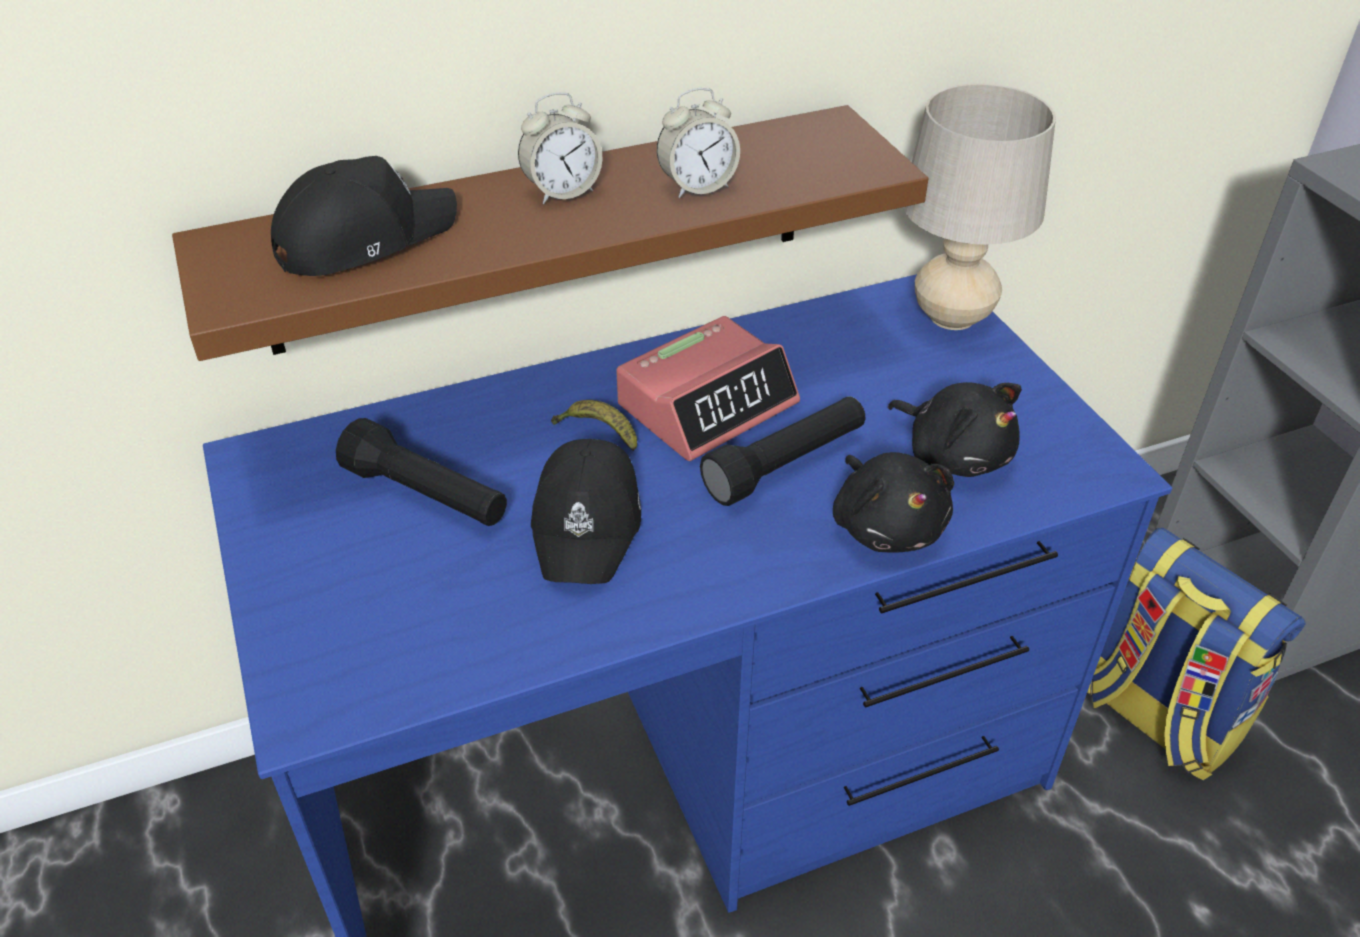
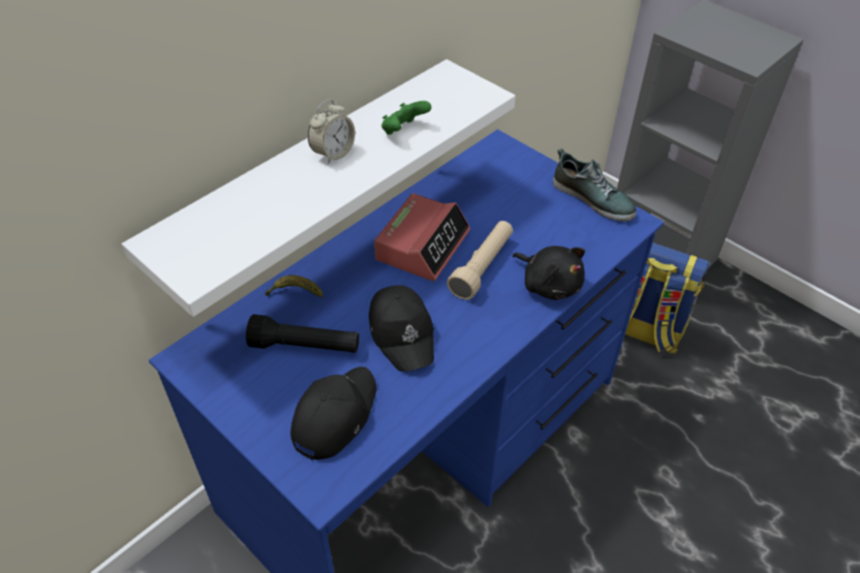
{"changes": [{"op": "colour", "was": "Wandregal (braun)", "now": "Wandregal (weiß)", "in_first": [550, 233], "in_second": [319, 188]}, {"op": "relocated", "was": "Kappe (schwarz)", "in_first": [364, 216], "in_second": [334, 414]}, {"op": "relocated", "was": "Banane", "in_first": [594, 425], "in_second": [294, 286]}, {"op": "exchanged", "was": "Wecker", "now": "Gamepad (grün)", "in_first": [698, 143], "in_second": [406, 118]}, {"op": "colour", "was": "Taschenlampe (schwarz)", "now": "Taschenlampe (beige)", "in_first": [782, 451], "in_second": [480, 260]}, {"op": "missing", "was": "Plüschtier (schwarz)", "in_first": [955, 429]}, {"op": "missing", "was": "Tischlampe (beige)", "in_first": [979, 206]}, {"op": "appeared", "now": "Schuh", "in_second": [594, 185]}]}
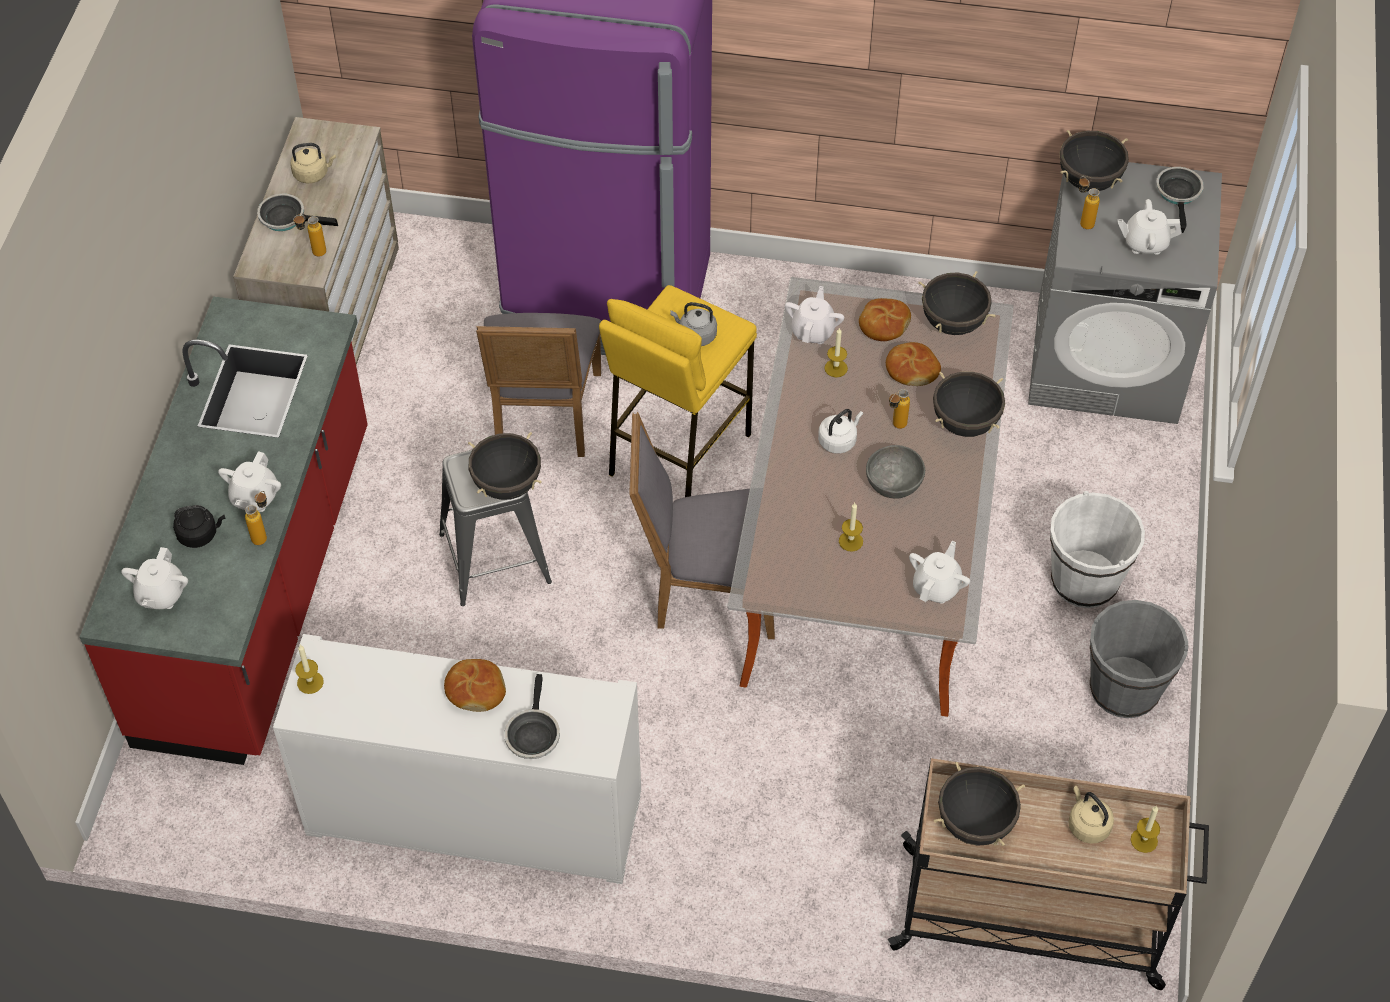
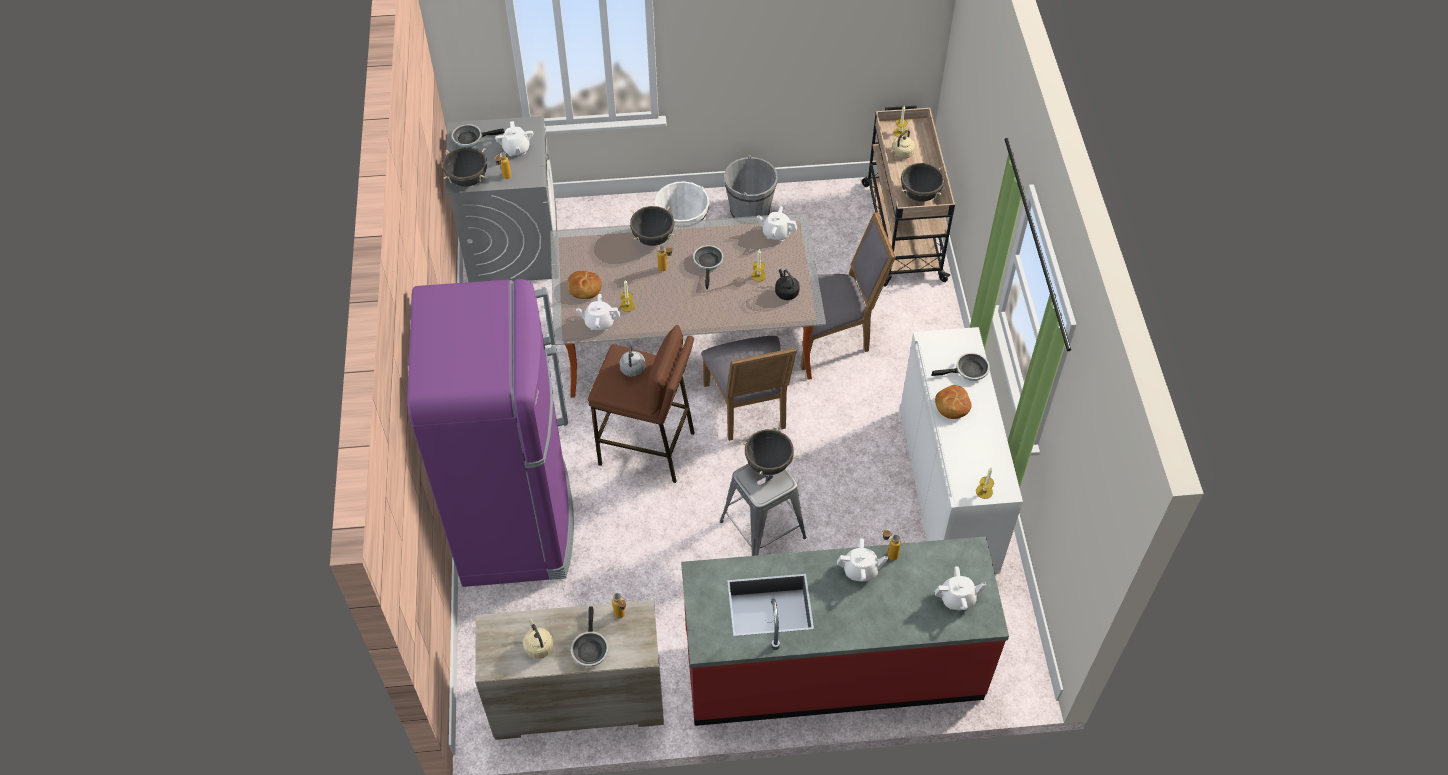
{"changes": [{"op": "relocated", "was": "Wasserkessel (schwarz)", "in_first": [199, 526], "in_second": [787, 284]}, {"op": "relocated", "was": "Stuhl (grau)", "in_first": [538, 385], "in_second": [848, 291]}, {"op": "colour", "was": "Hocker (gelb)", "now": "Hocker (braun)", "in_first": [678, 391], "in_second": [641, 404]}, {"op": "missing", "was": "Wasserkessel (weiß)", "in_first": [840, 431]}, {"op": "exchanged", "was": "Schüssel (grau)", "now": "Pfanne", "in_first": [895, 472], "in_second": [708, 267]}, {"op": "missing", "was": "Brot", "in_first": [913, 364]}, {"op": "missing", "was": "Kochtopf (schwarz)", "in_first": [957, 303]}]}
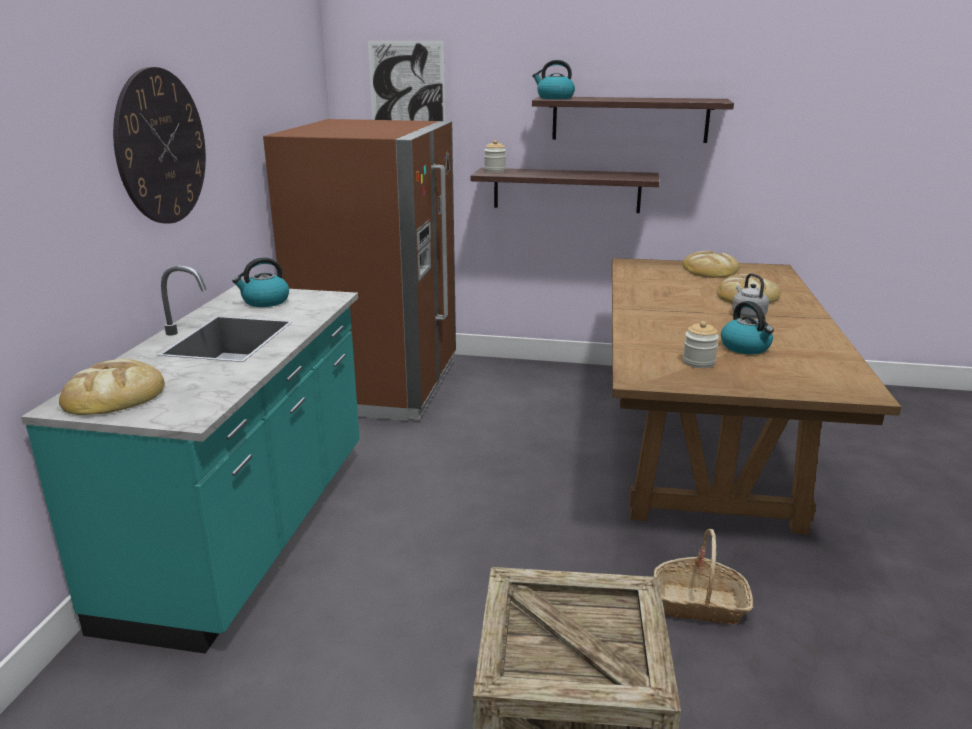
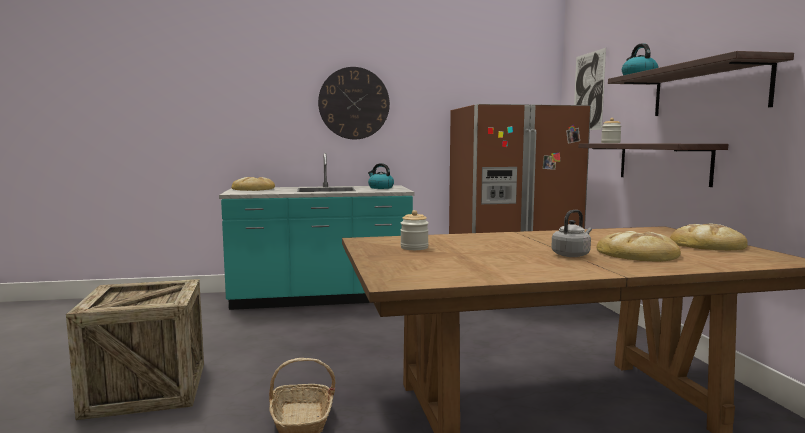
{"changes": [{"op": "missing", "was": "Wasserkessel", "in_first": [747, 327]}]}
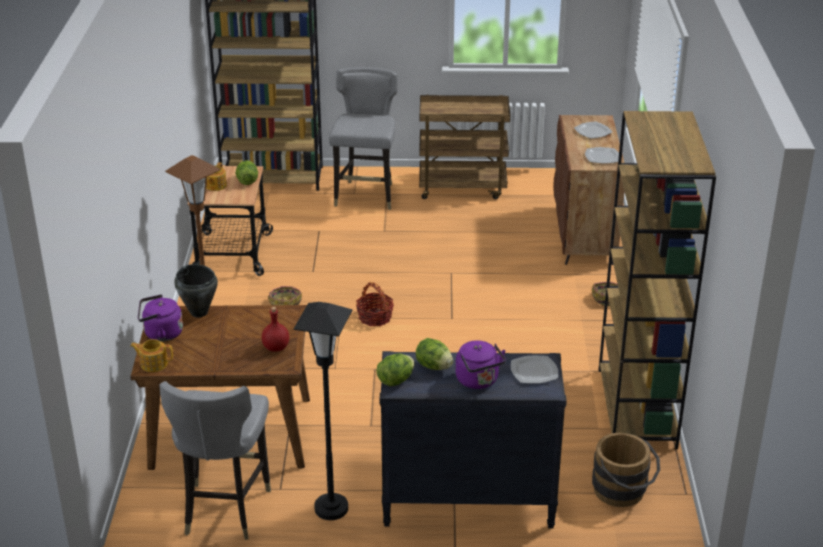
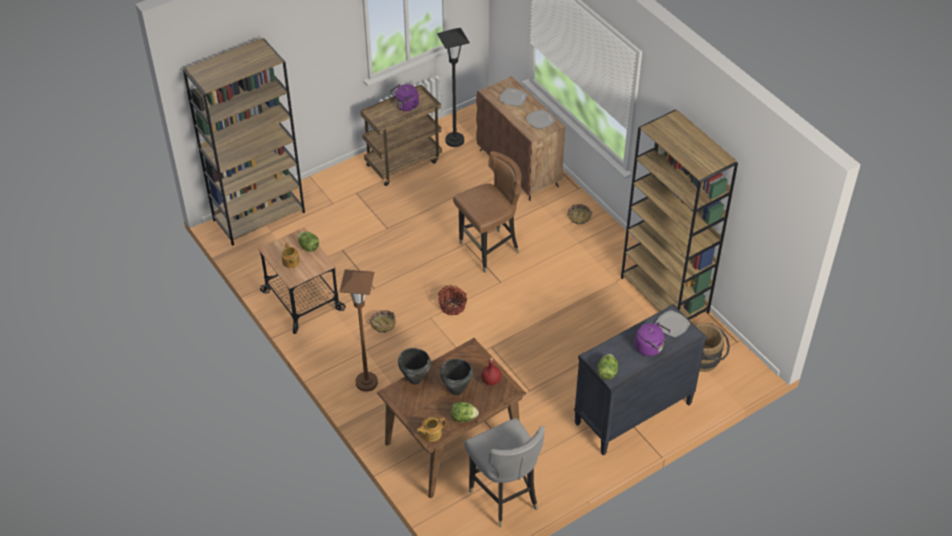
{"changes": [{"op": "relocated", "was": "Wasserkessel (lila)", "in_first": [160, 317], "in_second": [404, 97]}, {"op": "relocated", "was": "Stehlampe (schwarz)", "in_first": [323, 411], "in_second": [453, 87]}, {"op": "missing", "was": "Stuhl (grau)", "in_first": [363, 138]}, {"op": "relocated", "was": "Salatkopf", "in_first": [435, 354], "in_second": [465, 412]}, {"op": "appeared", "now": "Kochtopf (schwarz)", "in_second": [456, 377]}, {"op": "appeared", "now": "Stuhl (braun)", "in_second": [487, 212]}]}
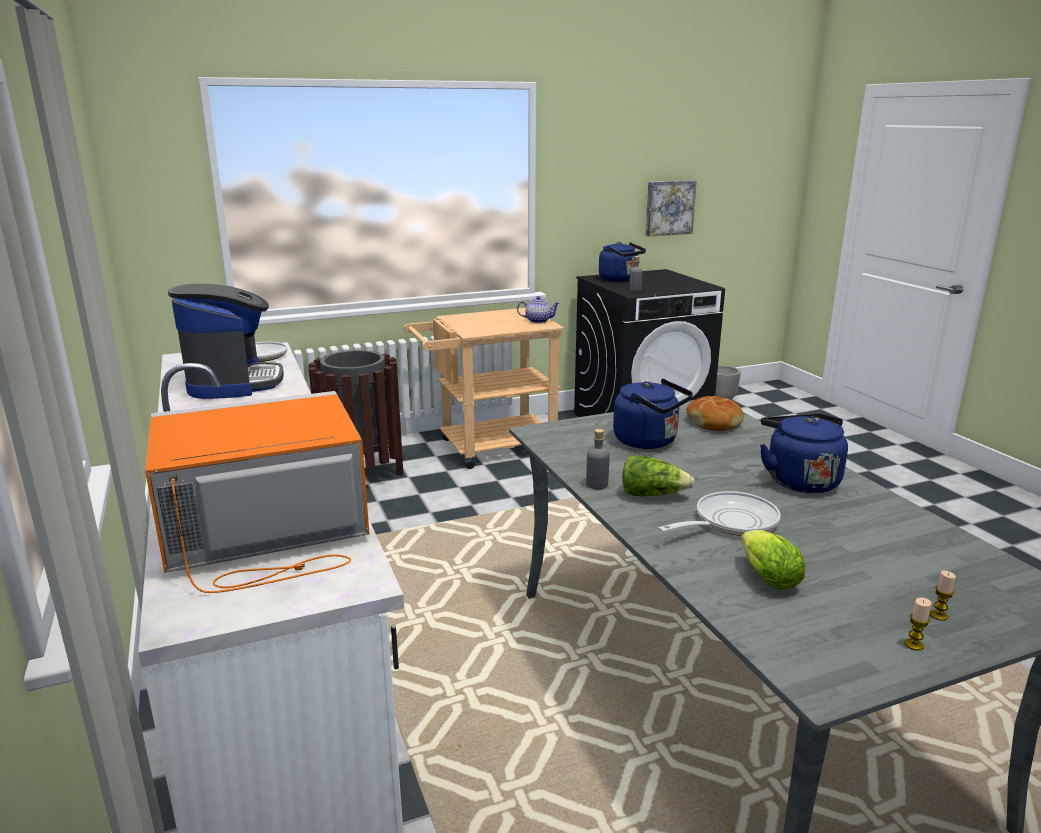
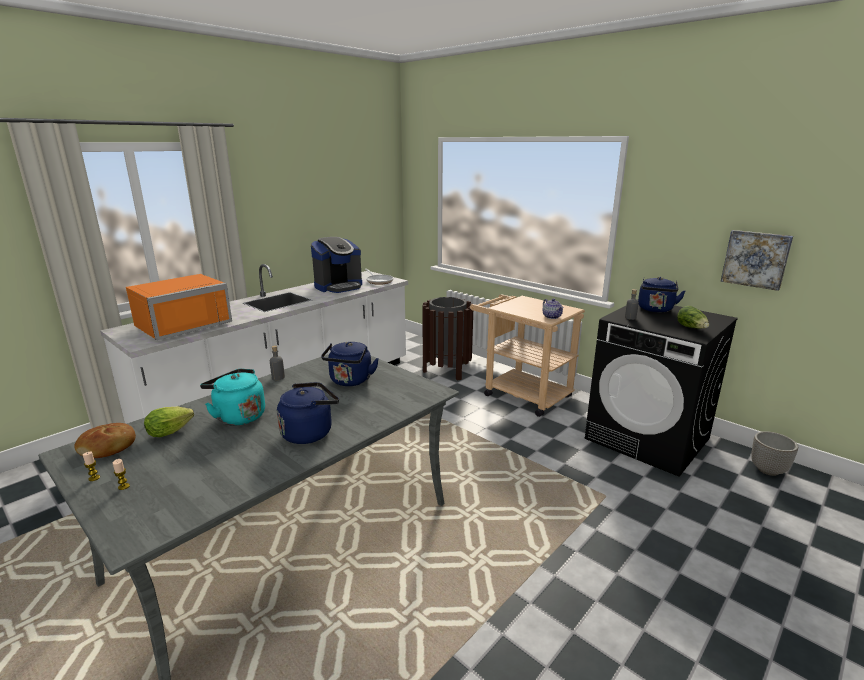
{"changes": [{"op": "spun", "was": "Mikrowelle (orange)", "in_first": [257, 492], "in_second": [179, 307], "clockwise": 90}, {"op": "relocated", "was": "Salatkopf", "in_first": [659, 475], "in_second": [693, 317]}, {"op": "exchanged", "was": "Pfanne", "now": "Wasserkessel (türkis)", "in_first": [719, 513], "in_second": [232, 397]}, {"op": "relocated", "was": "Brot", "in_first": [715, 413], "in_second": [105, 440]}]}
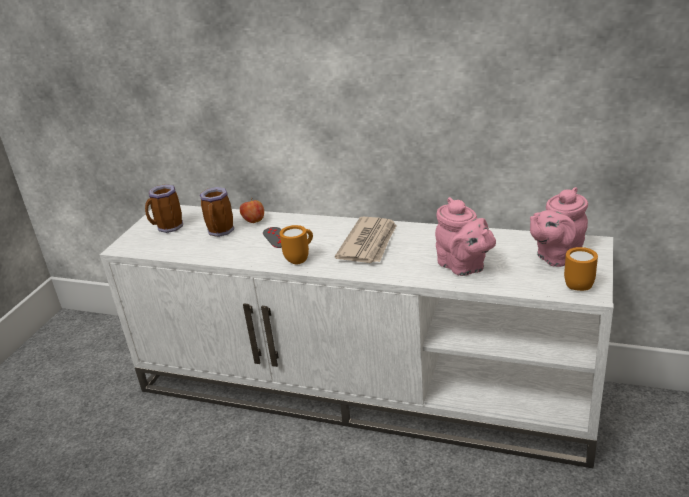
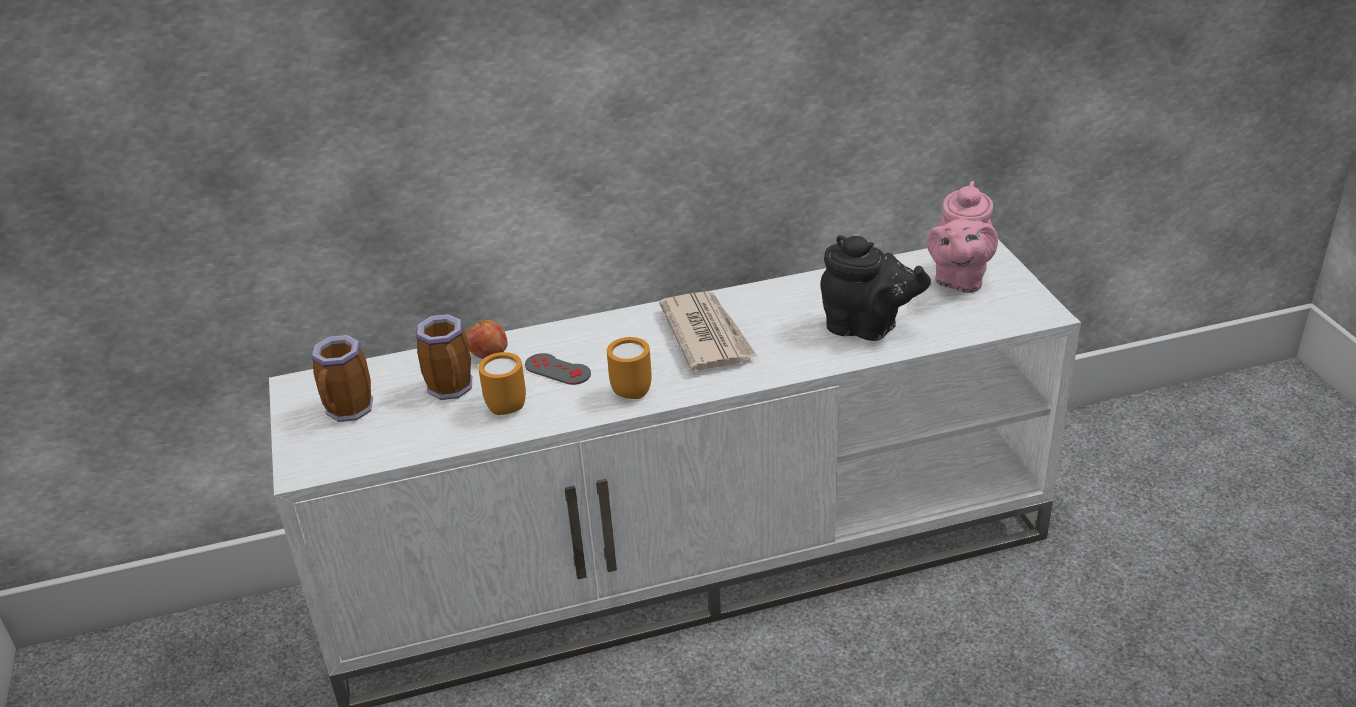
{"changes": [{"op": "colour", "was": "Teekanne (rosa)", "now": "Teekanne (schwarz)", "in_first": [465, 236], "in_second": [875, 288]}, {"op": "relocated", "was": "Henkelbecher (orange)", "in_first": [581, 269], "in_second": [502, 383]}]}
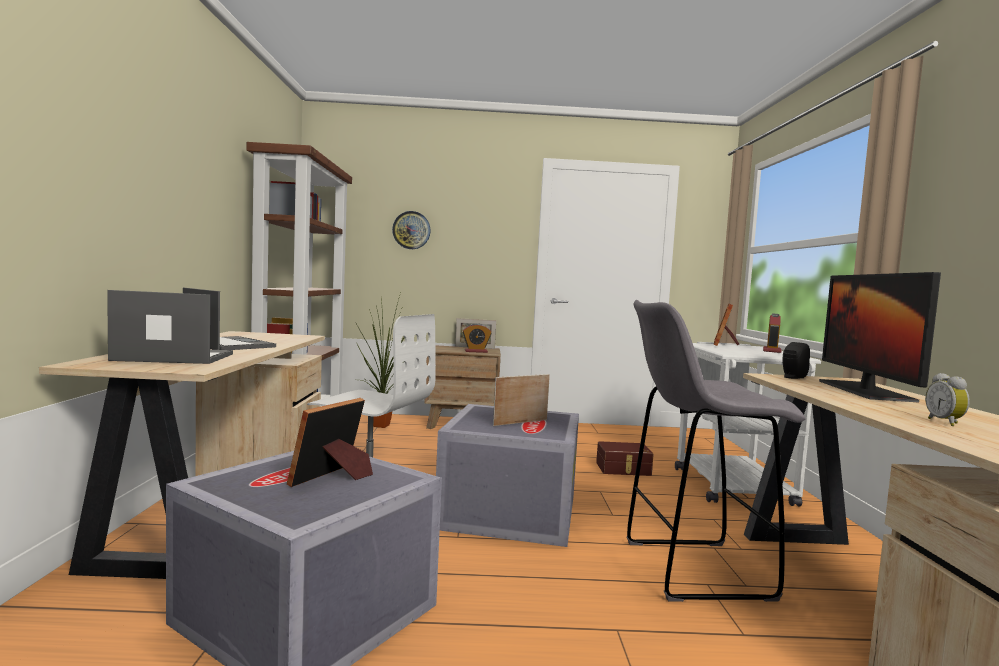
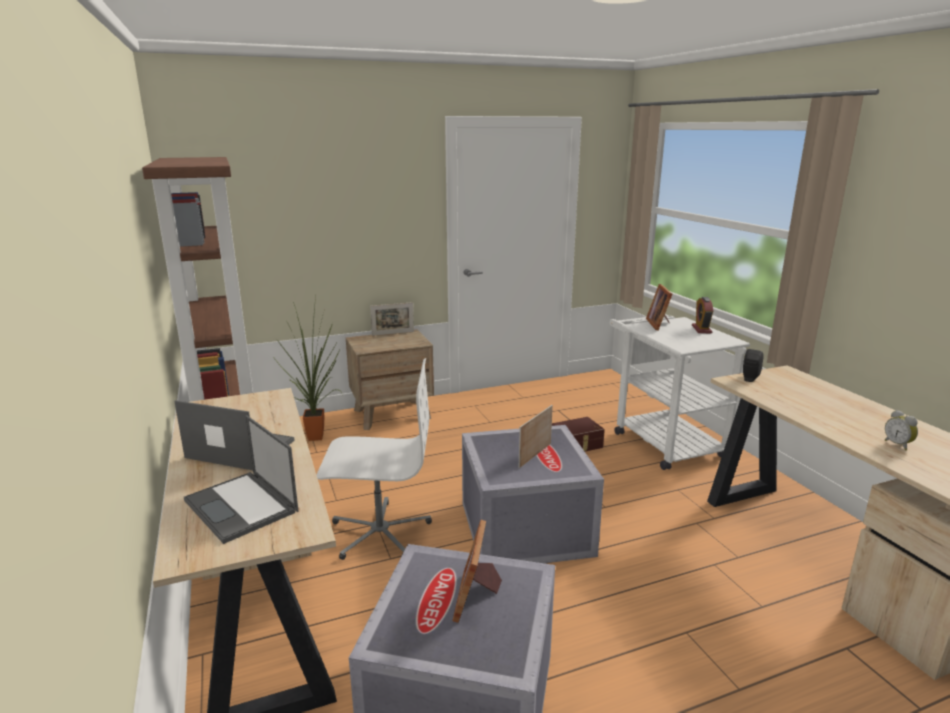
{"changes": [{"op": "spun", "was": "Laptop", "in_first": [170, 327], "in_second": [241, 479], "clockwise": -105}, {"op": "missing", "was": "Wanduhr", "in_first": [411, 230]}, {"op": "missing", "was": "Wecker", "in_first": [477, 338]}, {"op": "missing", "was": "Hocker (grau)", "in_first": [716, 451]}, {"op": "missing", "was": "Monitor", "in_first": [880, 337]}]}
